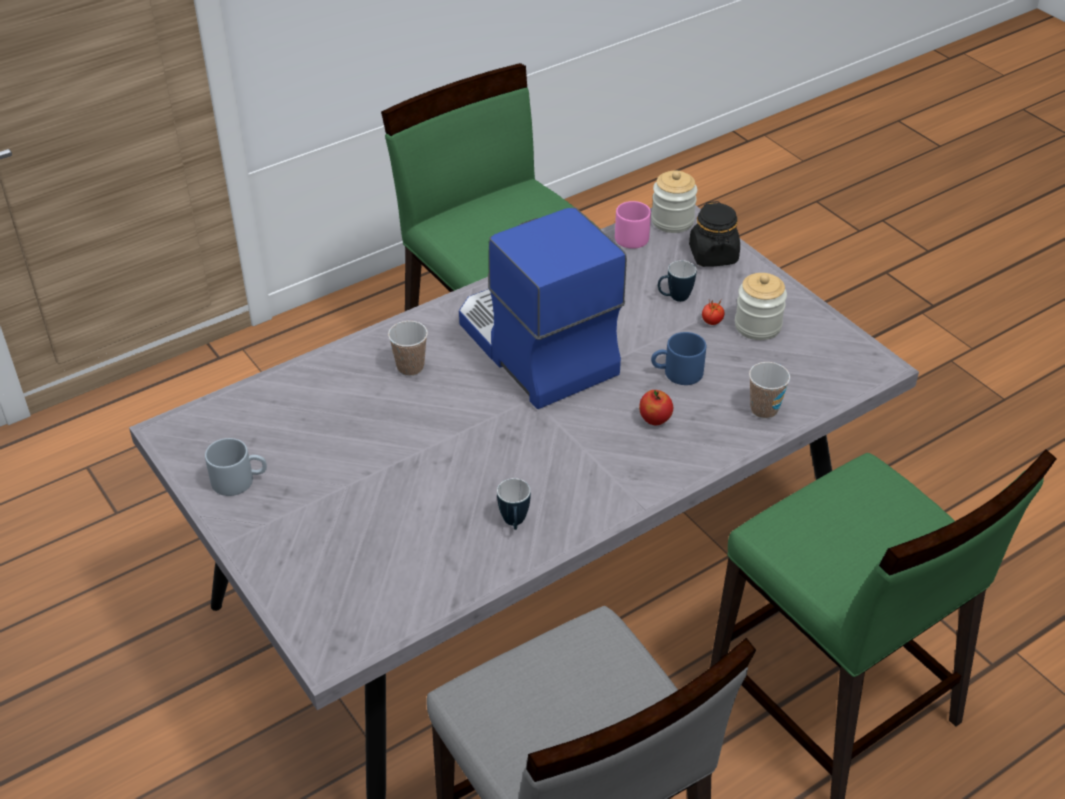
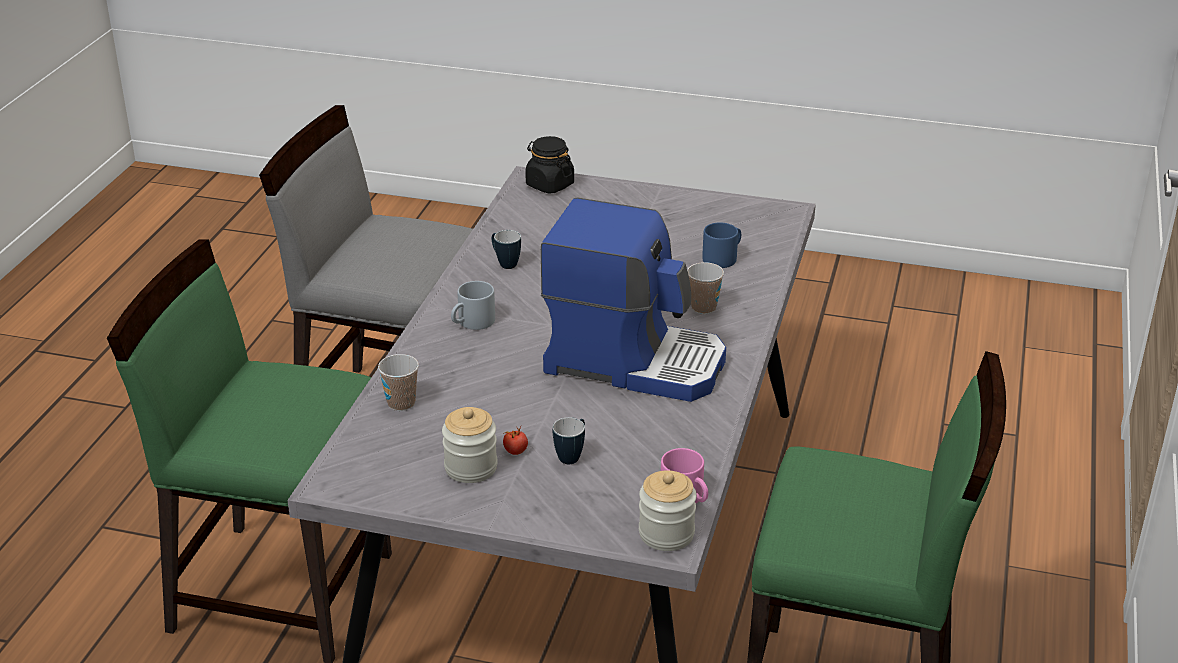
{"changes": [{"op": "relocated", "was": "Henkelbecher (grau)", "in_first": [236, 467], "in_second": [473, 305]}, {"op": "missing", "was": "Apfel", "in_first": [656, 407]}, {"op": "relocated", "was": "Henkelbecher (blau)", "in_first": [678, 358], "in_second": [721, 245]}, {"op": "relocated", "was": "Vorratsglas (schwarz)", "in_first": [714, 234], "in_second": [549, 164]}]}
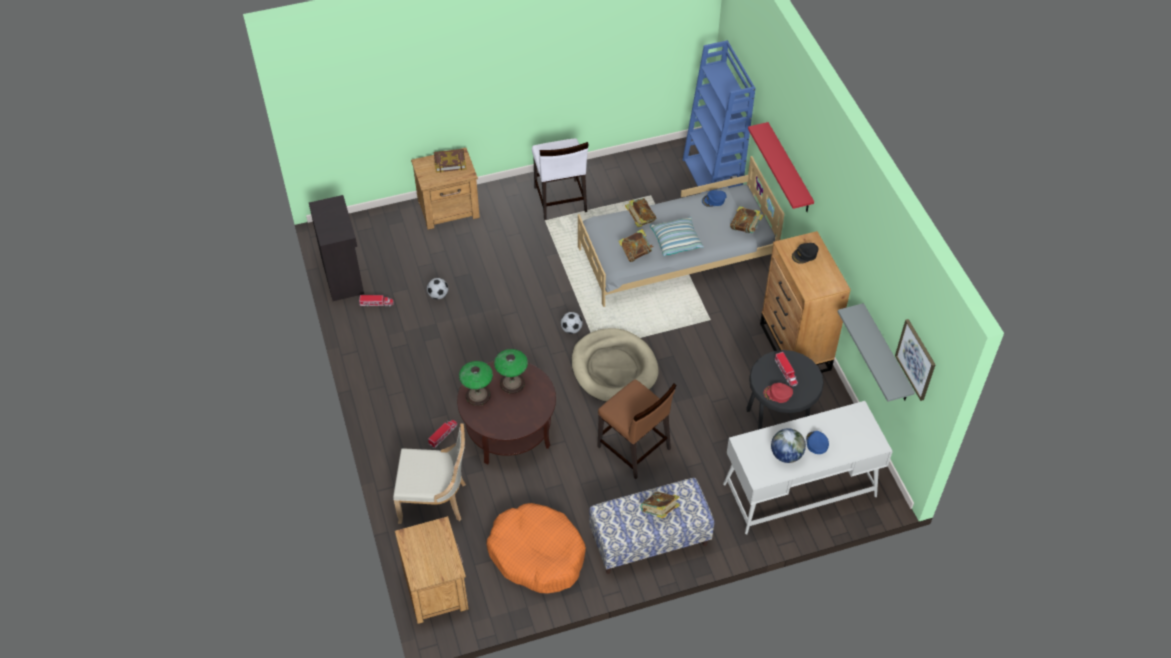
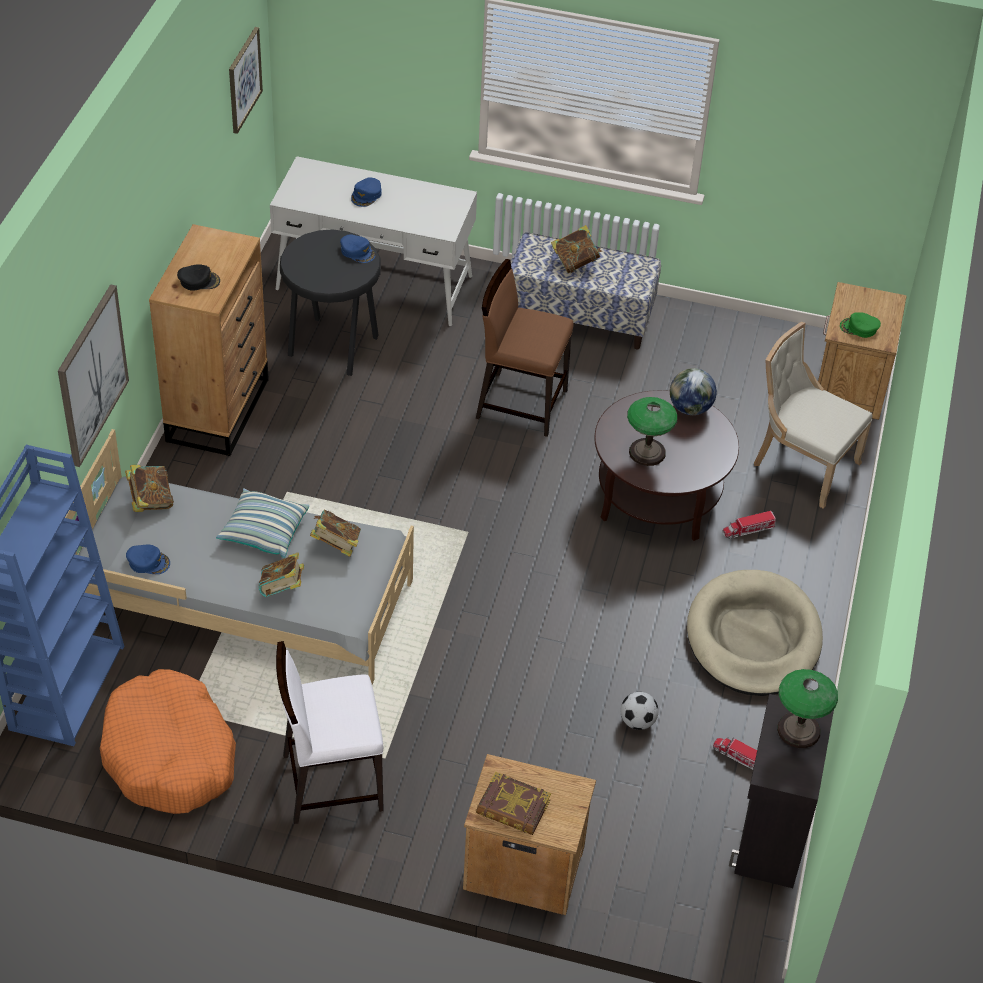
{"changes": [{"op": "relocated", "was": "Tischlampe", "in_first": [476, 383], "in_second": [807, 708]}, {"op": "relocated", "was": "Hundebett (orange)", "in_first": [536, 548], "in_second": [168, 741]}, {"op": "spun", "was": "Stuhl (weiß)", "in_first": [560, 179], "in_second": [330, 732], "clockwise": -120}, {"op": "missing", "was": "Fußball", "in_first": [572, 323]}, {"op": "relocated", "was": "Hundebett (beige)", "in_first": [614, 365], "in_second": [755, 633]}, {"op": "spun", "was": "Stuhl (braun)", "in_first": [637, 429], "in_second": [525, 348], "clockwise": -60}, {"op": "exchanged", "was": "Wandregal (rot)", "now": "Bild", "in_first": [781, 167], "in_second": [93, 375]}, {"op": "colour", "was": "Kappe (rot)", "now": "Kappe (blau)", "in_first": [778, 393], "in_second": [358, 248]}, {"op": "relocated", "was": "Globus", "in_first": [788, 445], "in_second": [693, 391]}, {"op": "missing", "was": "Spielzeuglaster", "in_first": [786, 369]}, {"op": "missing", "was": "Wandregal (grau)", "in_first": [876, 352]}, {"op": "appeared", "now": "Kappe (grün)", "in_second": [860, 325]}]}
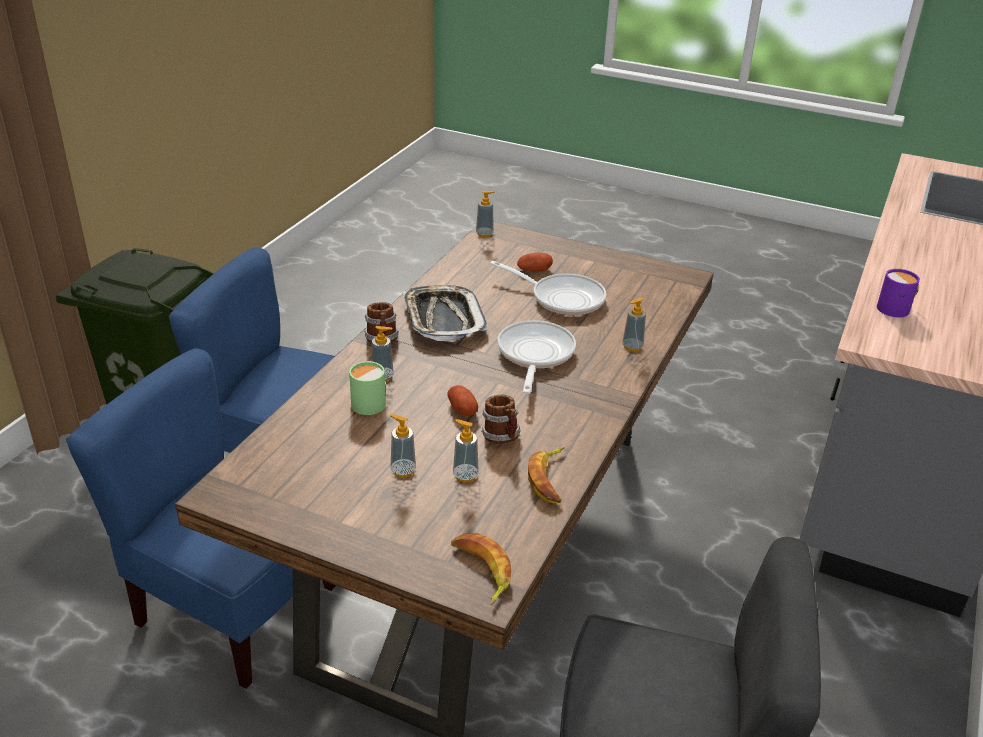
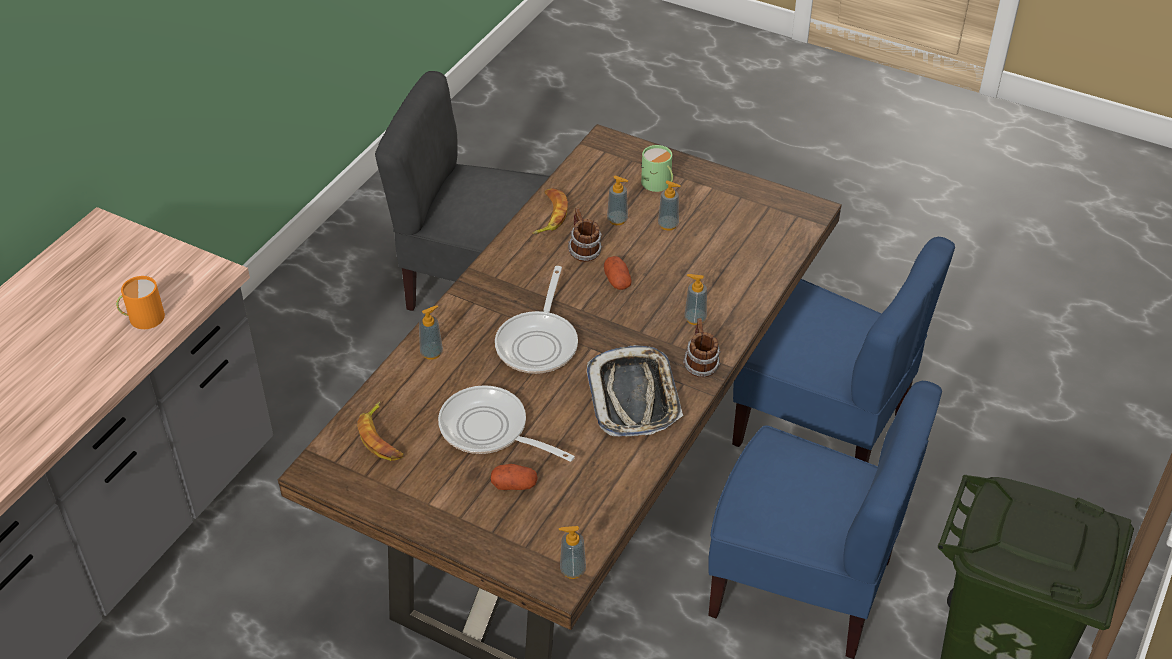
{"changes": [{"op": "relocated", "was": "Henkelbecher (grün)", "in_first": [367, 388], "in_second": [657, 168]}, {"op": "relocated", "was": "Banane", "in_first": [481, 569], "in_second": [380, 431]}, {"op": "colour", "was": "Henkelbecher (lila)", "now": "Henkelbecher (orange)", "in_first": [898, 293], "in_second": [140, 302]}]}
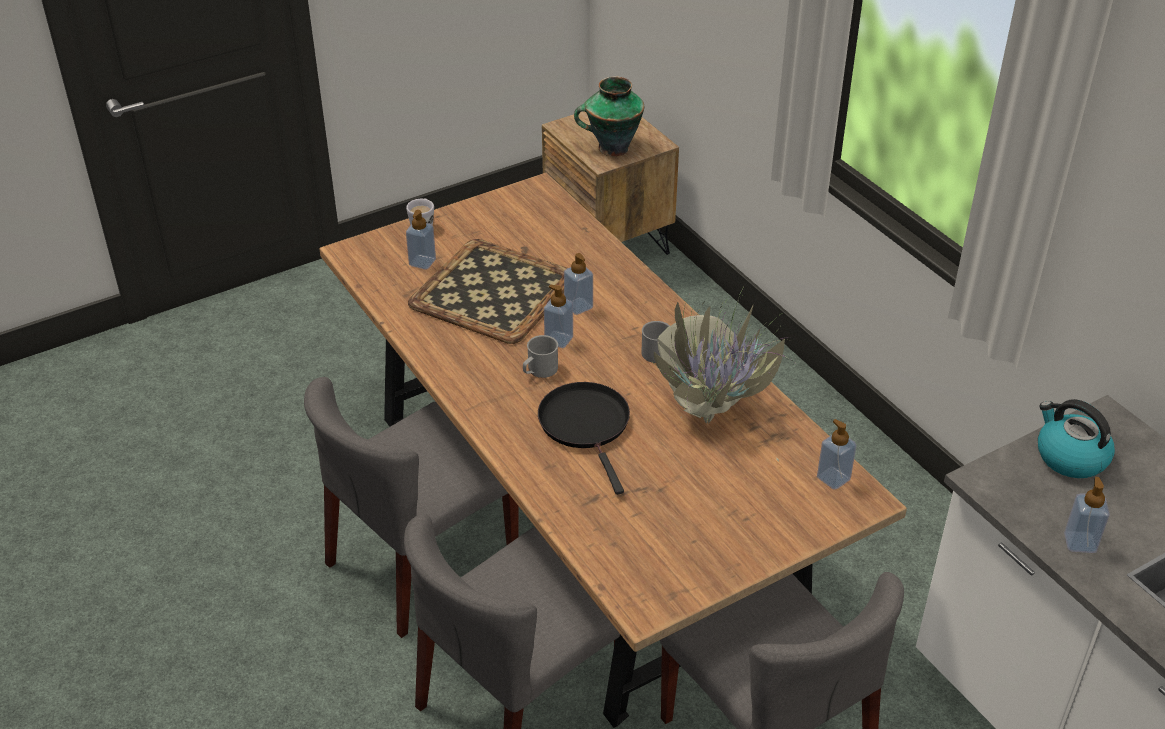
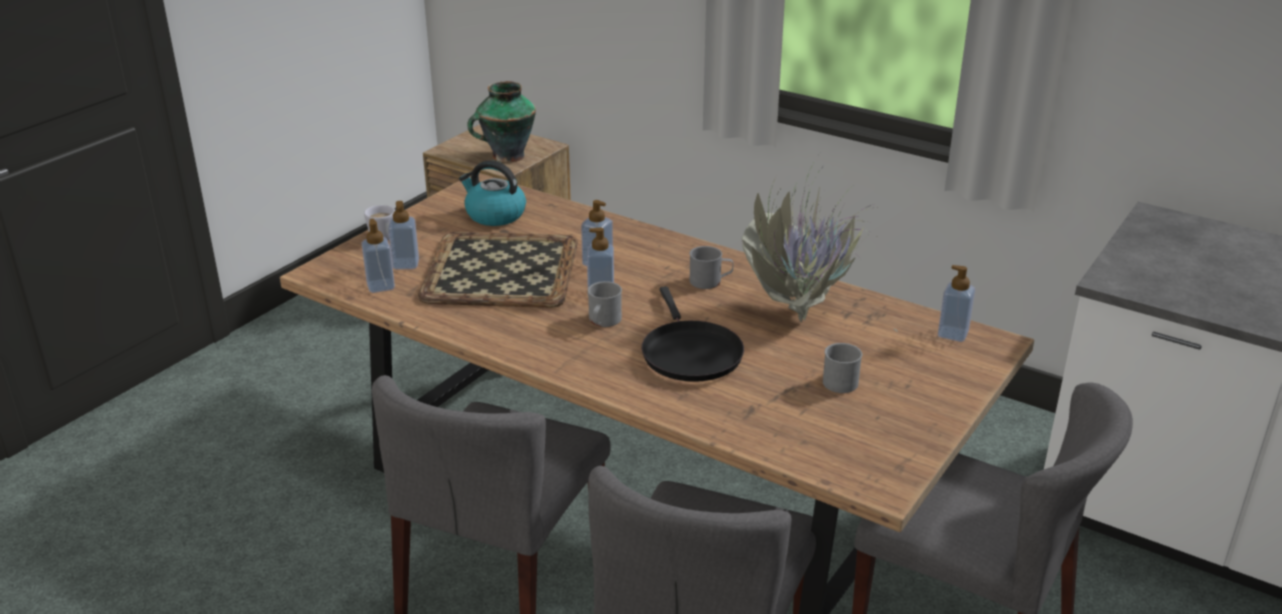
{"changes": [{"op": "spun", "was": "Pfanne (schwarz)", "in_first": [584, 438], "in_second": [693, 334], "clockwise": -150}, {"op": "relocated", "was": "Wasserkessel", "in_first": [1076, 438], "in_second": [492, 193]}, {"op": "relocated", "was": "Seifenspender", "in_first": [1087, 515], "in_second": [378, 255]}, {"op": "appeared", "now": "Henkelbecher (grau)", "in_second": [842, 368]}]}
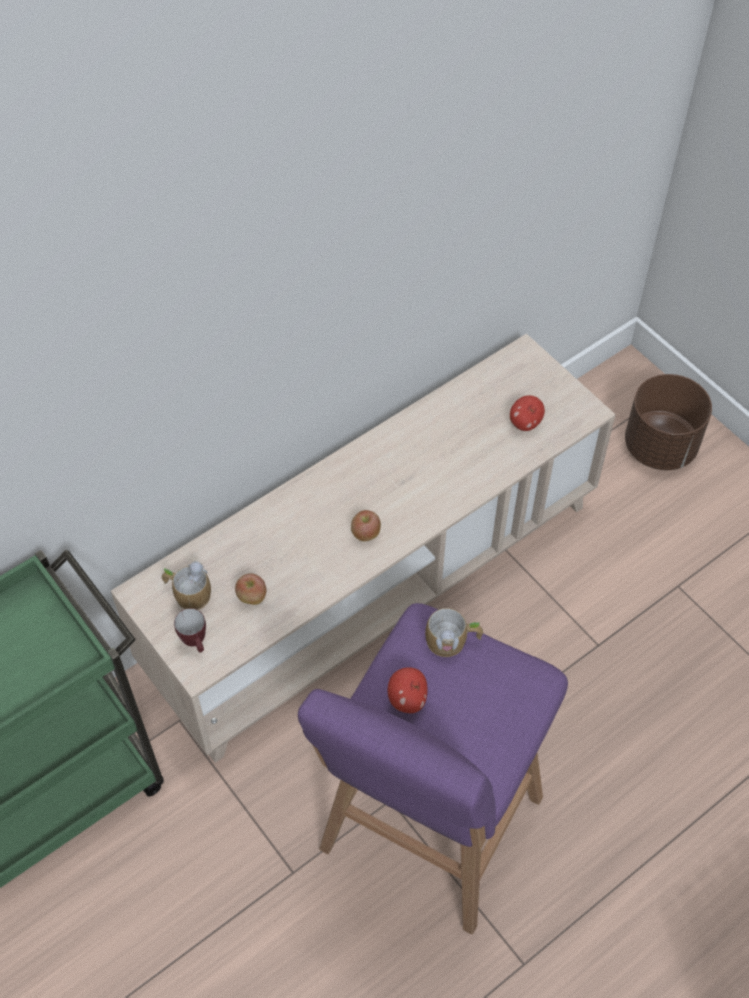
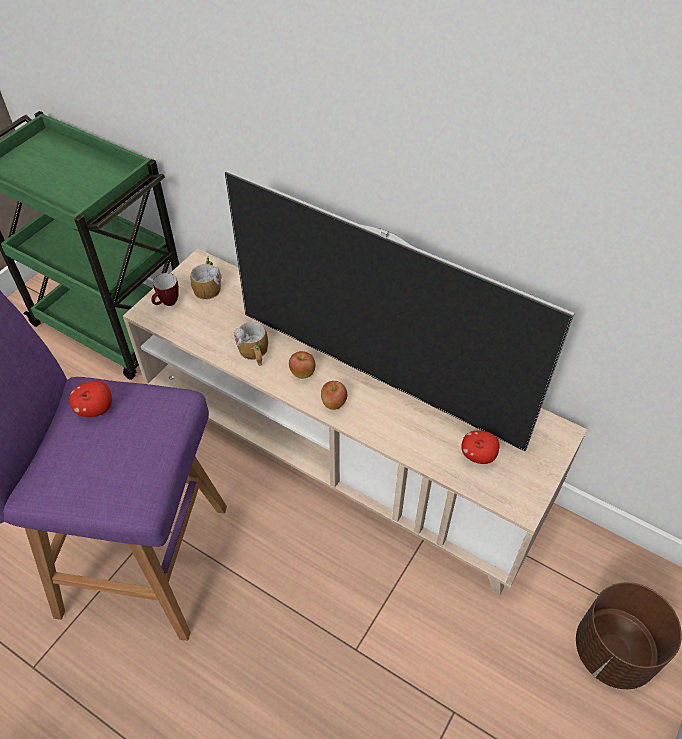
{"changes": [{"op": "relocated", "was": "Apfel", "in_first": [250, 589], "in_second": [334, 395]}, {"op": "relocated", "was": "Henkelbecher", "in_first": [454, 632], "in_second": [251, 344]}, {"op": "appeared", "now": "Fernseher", "in_second": [400, 310]}]}
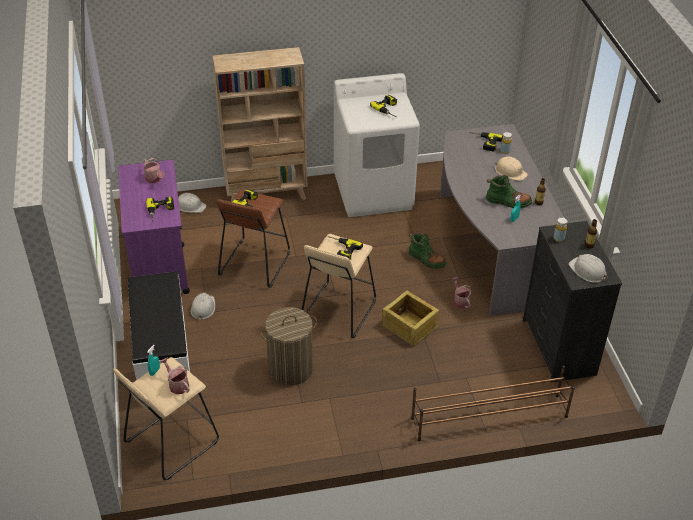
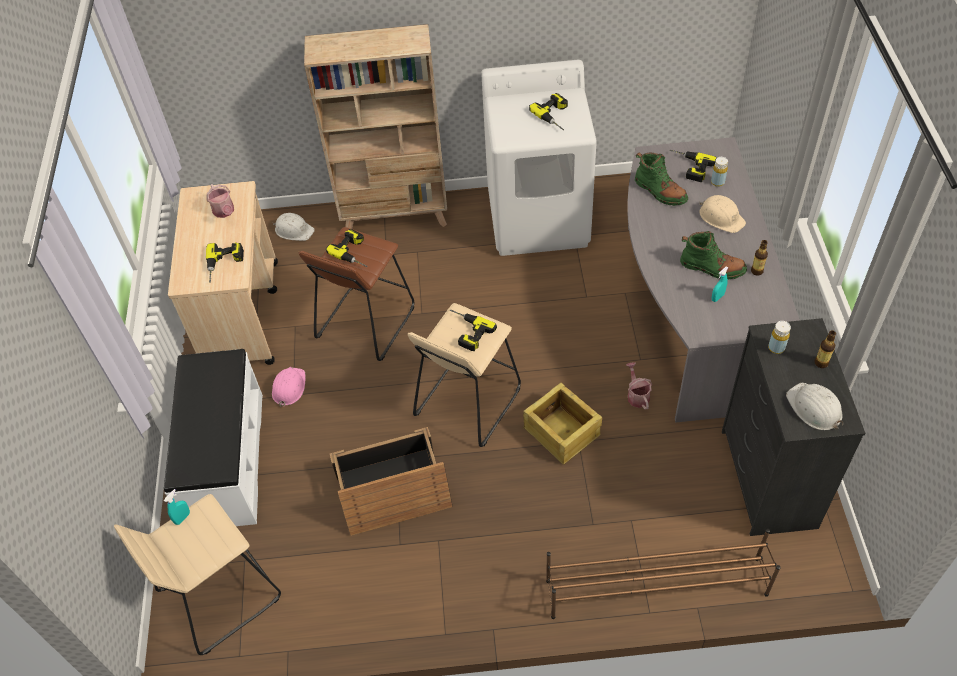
{"changes": [{"op": "colour", "was": "Rollwagen (lila)", "now": "Rollwagen (beige)", "in_first": [154, 227], "in_second": [223, 273]}, {"op": "missing", "was": "Gießkanne", "in_first": [175, 375]}, {"op": "colour", "was": "Schutzhelm (weiß)", "now": "Schutzhelm (rosa)", "in_first": [203, 306], "in_second": [289, 387]}, {"op": "exchanged", "was": "Wäschekorb", "now": "Kiste", "in_first": [289, 346], "in_second": [391, 481]}, {"op": "relocated", "was": "Stiefel (grün)", "in_first": [427, 251], "in_second": [661, 179]}]}
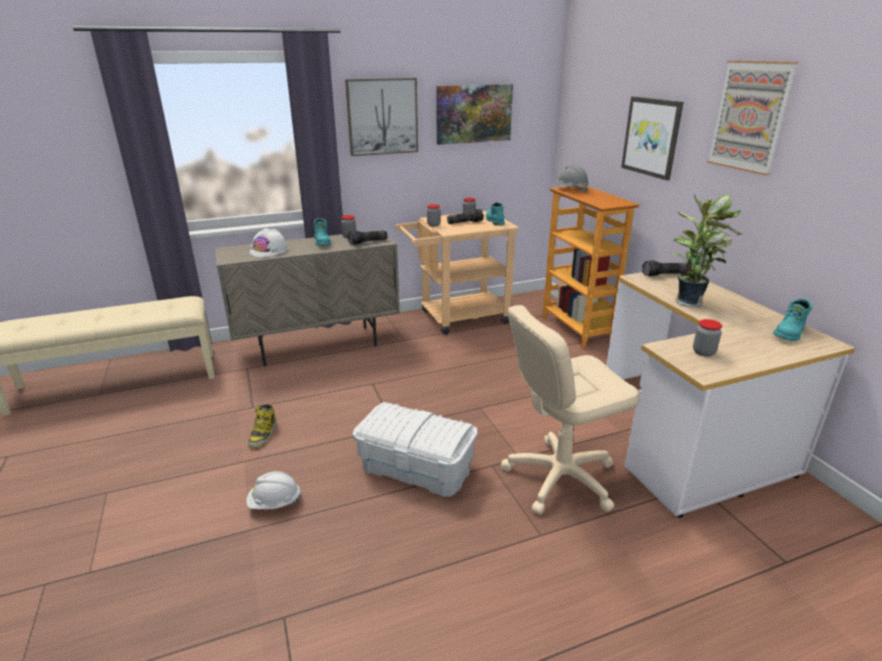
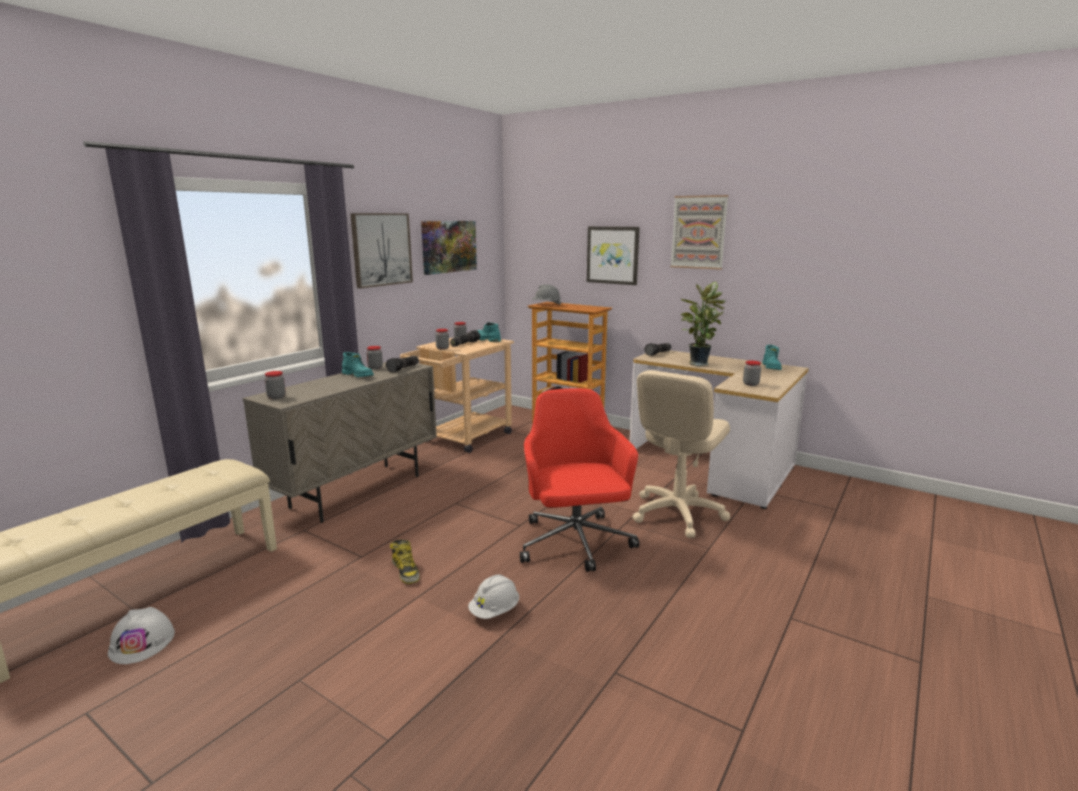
{"changes": [{"op": "relocated", "was": "Schutzhelm (weiß)", "in_first": [269, 242], "in_second": [141, 635]}, {"op": "exchanged", "was": "Aufbewahrungsbox (weiß)", "now": "Bürostuhl (rot)", "in_first": [414, 449], "in_second": [579, 480]}, {"op": "appeared", "now": "Vorratsglas", "in_second": [275, 385]}]}
